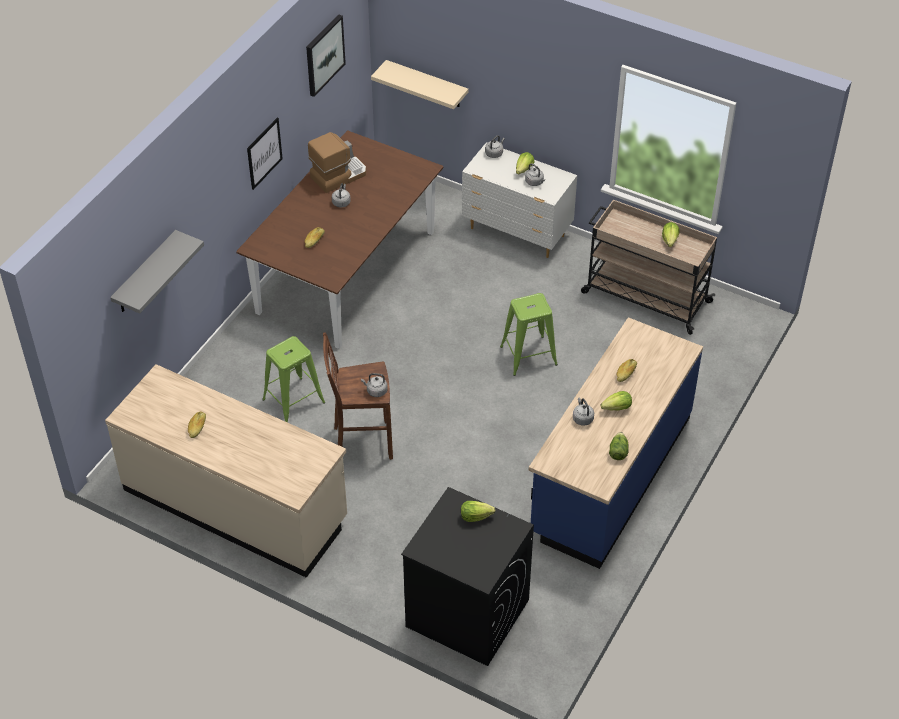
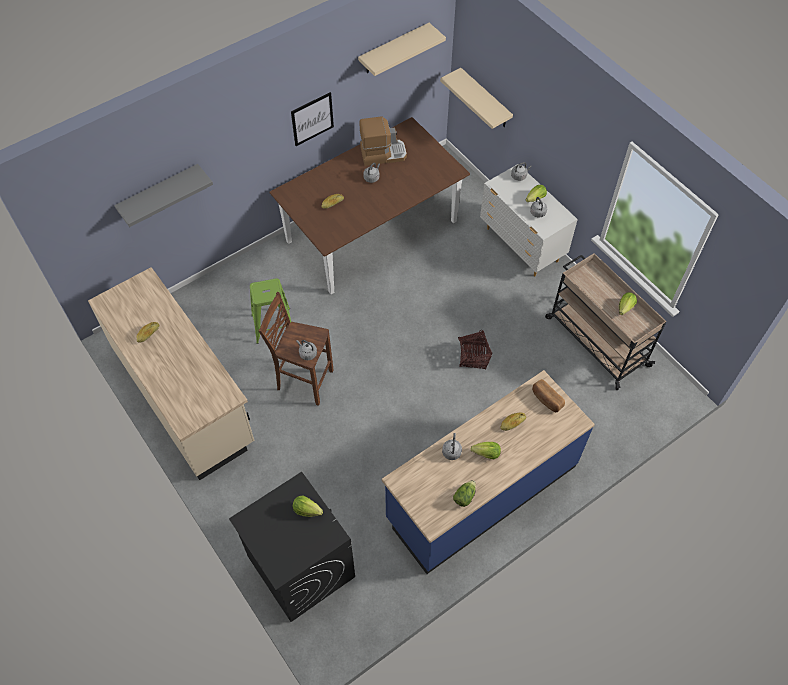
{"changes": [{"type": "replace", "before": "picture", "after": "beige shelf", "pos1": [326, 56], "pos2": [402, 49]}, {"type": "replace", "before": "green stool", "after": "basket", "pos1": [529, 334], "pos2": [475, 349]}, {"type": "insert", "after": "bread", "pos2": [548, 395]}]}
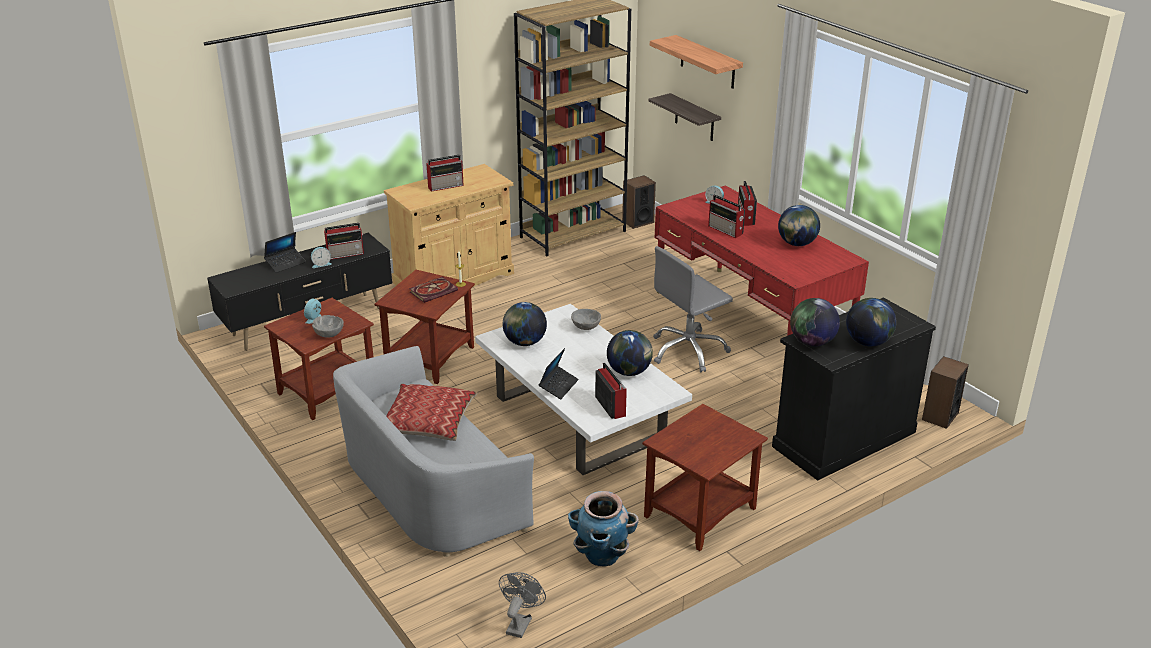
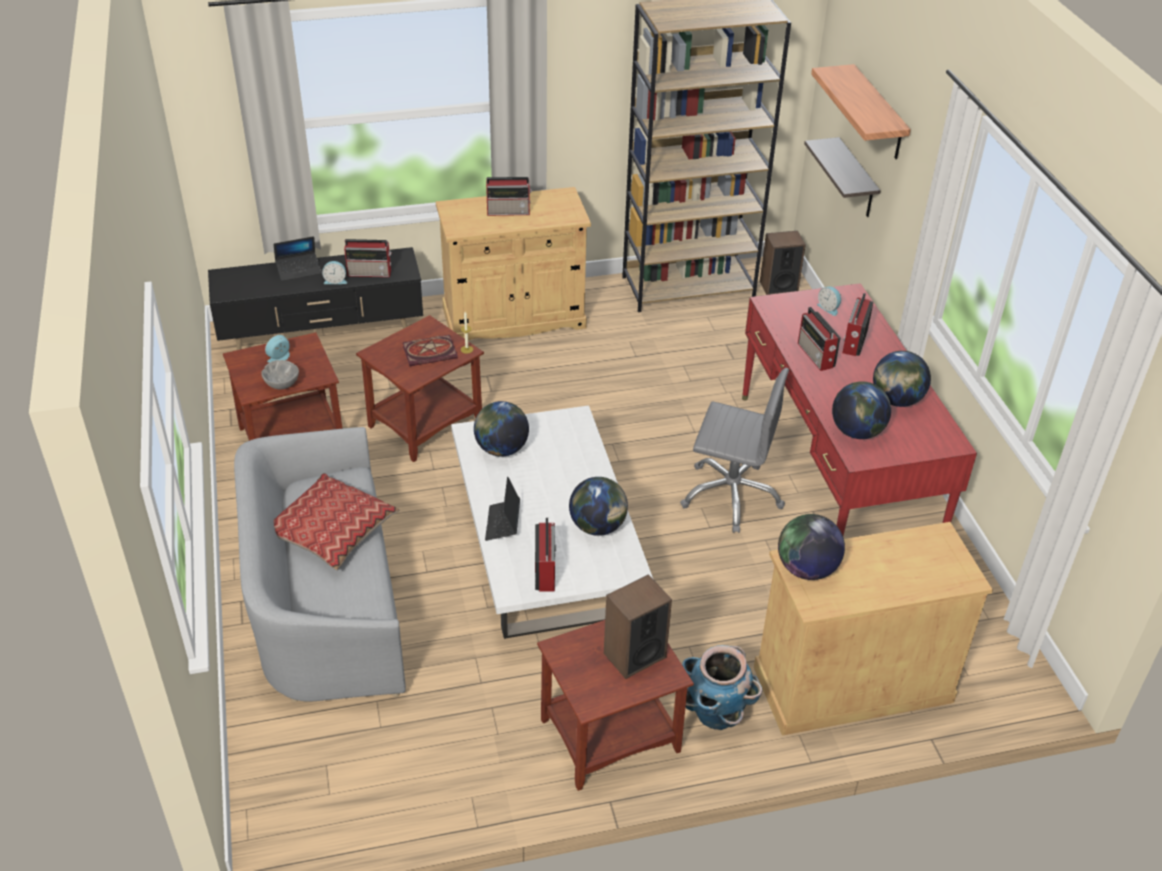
{"changes": [{"type": "rotate", "before": "laptop", "pos1": [559, 373], "pos2": [502, 509], "turn": 135}, {"type": "move", "before": "speaker", "pos1": [945, 392], "pos2": [638, 626]}, {"type": "rotate", "before": "grey office chair", "pos1": [693, 309], "pos2": [734, 450], "turn": -150}, {"type": "move", "before": "planter", "pos1": [603, 529], "pos2": [722, 687]}, {"type": "recolor", "before": "black cabinet", "after": "beige cabinet", "pos1": [854, 389], "pos2": [873, 629]}, {"type": "move", "before": "globe", "pos1": [871, 322], "pos2": [861, 410]}, {"type": "delete", "before": "grey fan", "pos1": [522, 605]}, {"type": "delete", "before": "grey bowl", "pos1": [586, 319]}]}
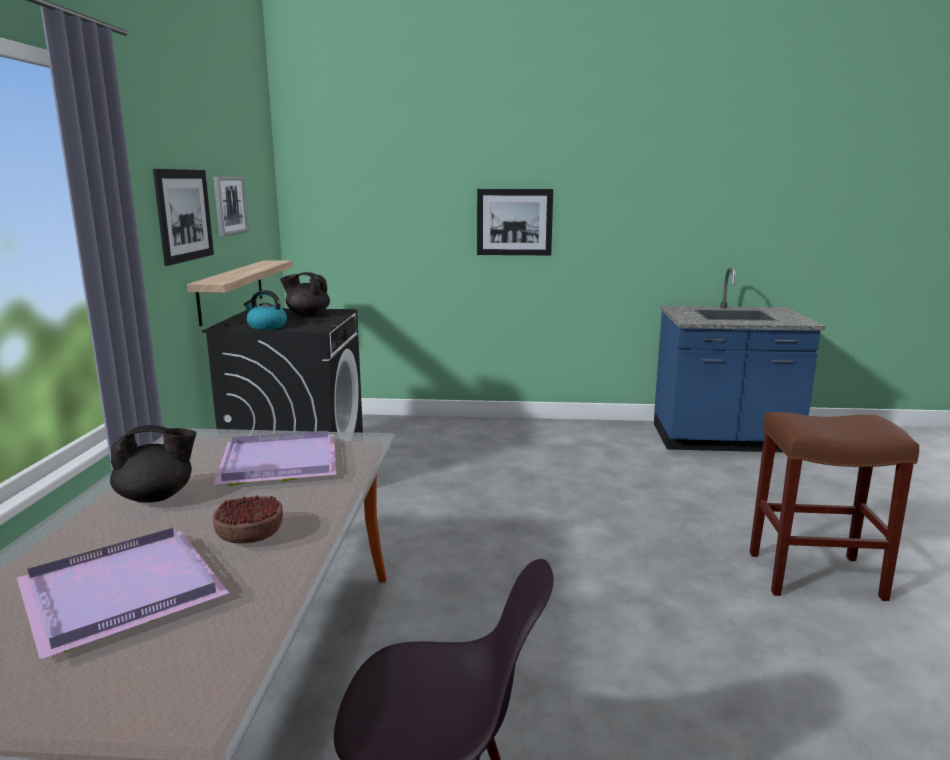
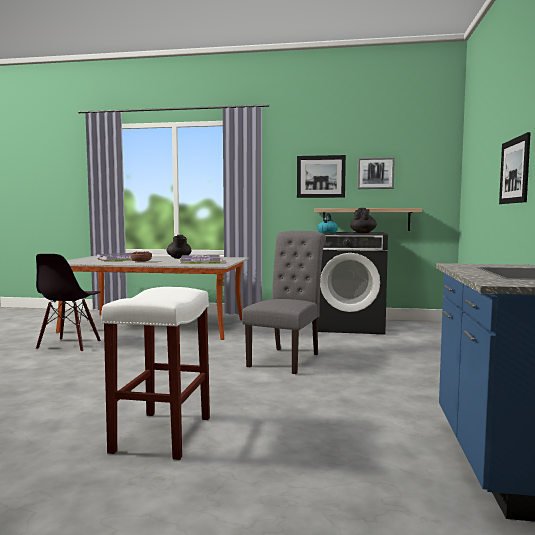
{"changes": [{"type": "recolor", "before": "brown stool", "after": "white stool", "pos1": [834, 506], "pos2": [156, 373]}, {"type": "insert", "after": "grey chair", "pos2": [284, 302]}]}
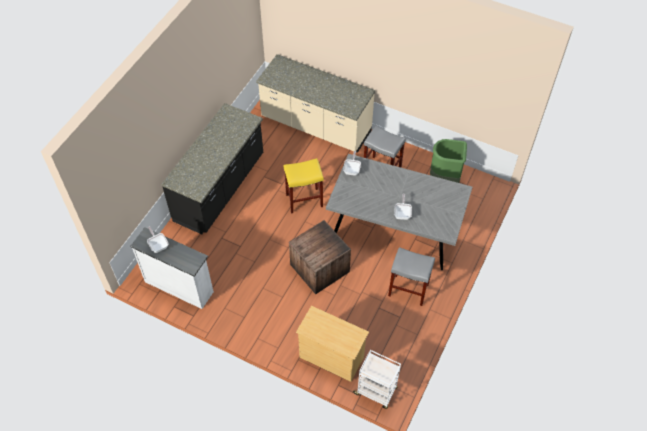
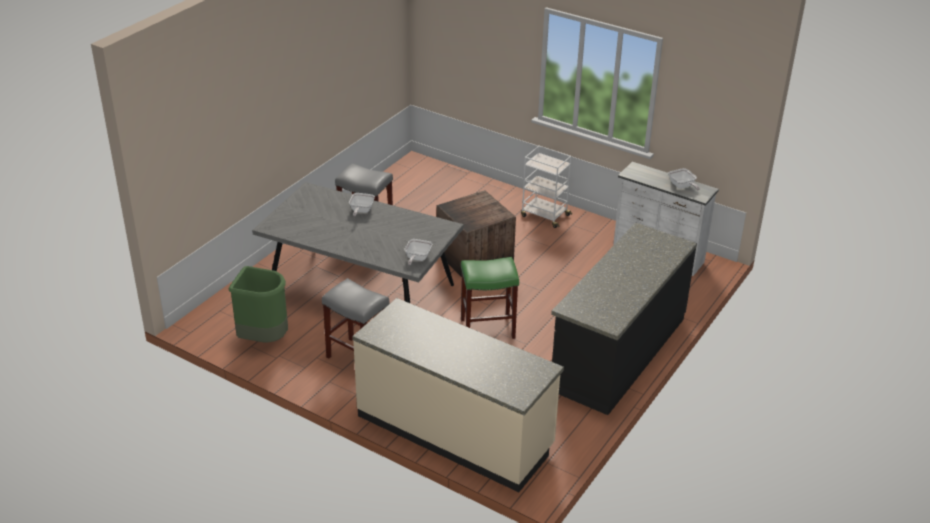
{"changes": [{"type": "recolor", "before": "yellow stool", "after": "green stool", "pos1": [303, 185], "pos2": [490, 298]}, {"type": "move", "before": "white cart", "pos1": [377, 379], "pos2": [546, 187]}, {"type": "delete", "before": "beige dresser", "pos1": [332, 344]}]}
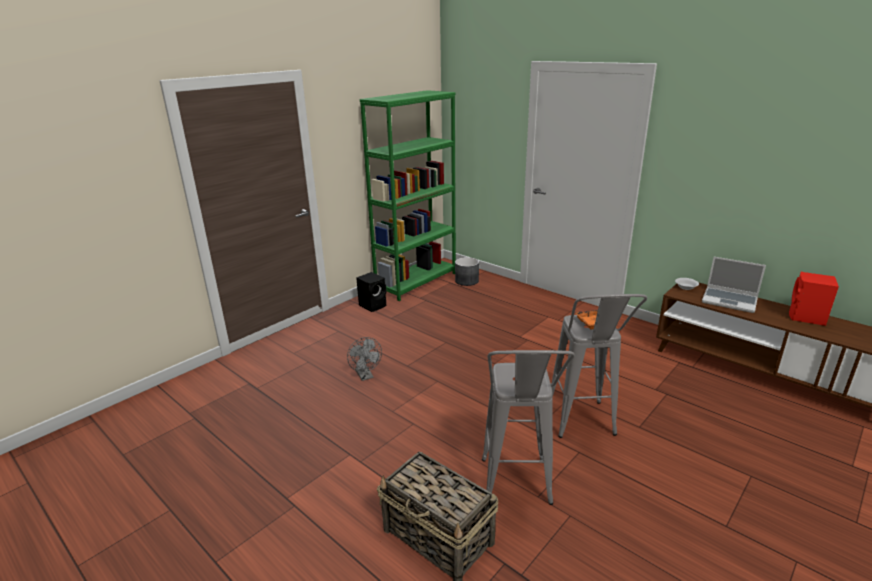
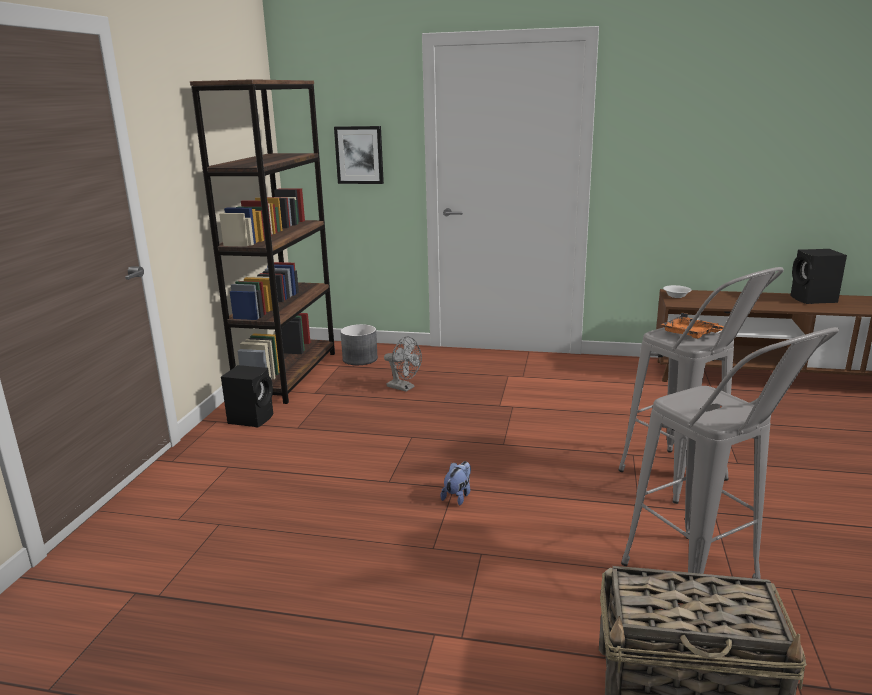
{"changes": [{"type": "recolor", "before": "green bookcase", "after": "brown bookcase", "pos1": [408, 195], "pos2": [262, 241]}, {"type": "insert", "after": "picture", "pos2": [359, 155]}, {"type": "move", "before": "grey fan", "pos1": [364, 359], "pos2": [403, 364]}, {"type": "insert", "after": "plush toy", "pos2": [456, 483]}, {"type": "recolor", "before": "red speaker", "after": "black speaker", "pos1": [814, 299], "pos2": [818, 276]}, {"type": "delete", "before": "laptop", "pos1": [734, 285]}]}
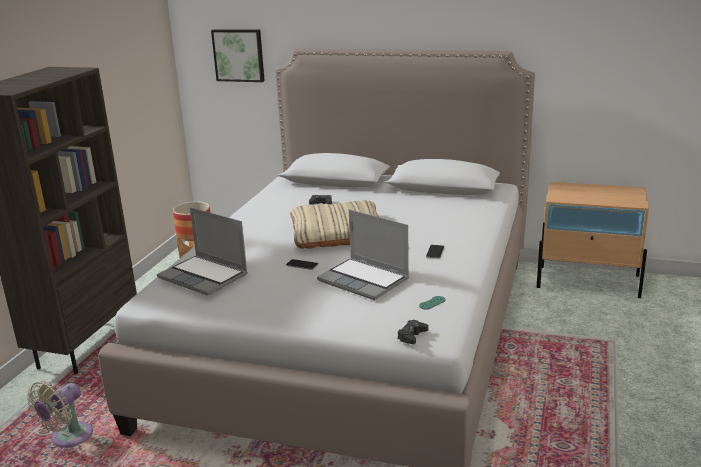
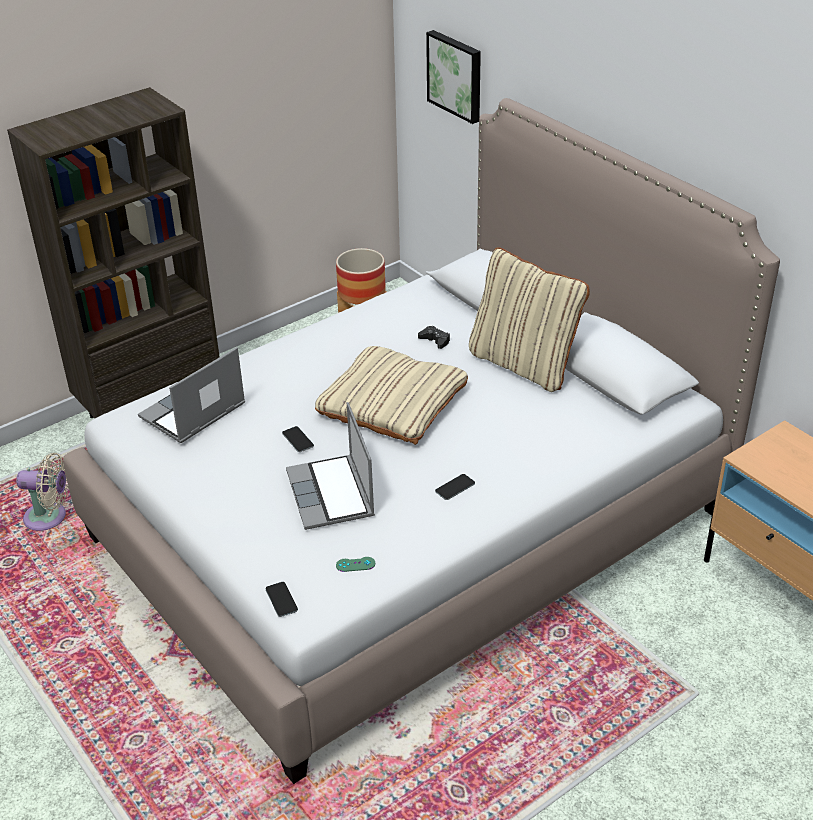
{"changes": [{"type": "rotate", "before": "beige fan", "pos1": [60, 414], "pos2": [42, 492], "turn": -150}, {"type": "rotate", "before": "laptop", "pos1": [202, 252], "pos2": [191, 395], "turn": 60}, {"type": "replace", "before": "black game controller", "after": "phone", "pos1": [413, 332], "pos2": [282, 599]}, {"type": "insert", "after": "beige pillow", "pos2": [529, 319]}]}
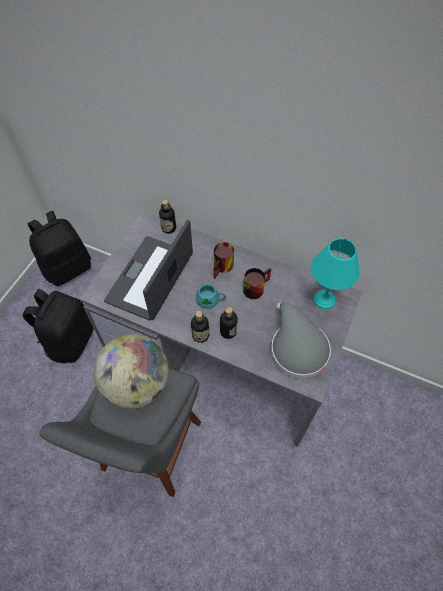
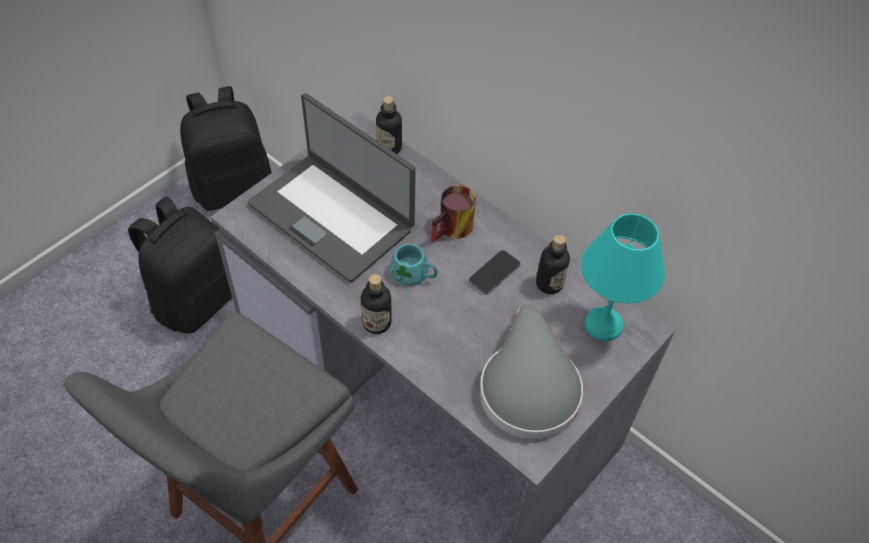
{"changes": [{"type": "rotate", "before": "laptop", "pos1": [148, 270], "pos2": [332, 188], "turn": -90}, {"type": "replace", "before": "mug", "after": "phone", "pos1": [257, 283], "pos2": [494, 272]}, {"type": "move", "before": "bottle", "pos1": [229, 323], "pos2": [553, 264]}, {"type": "delete", "before": "globe", "pos1": [131, 371]}]}
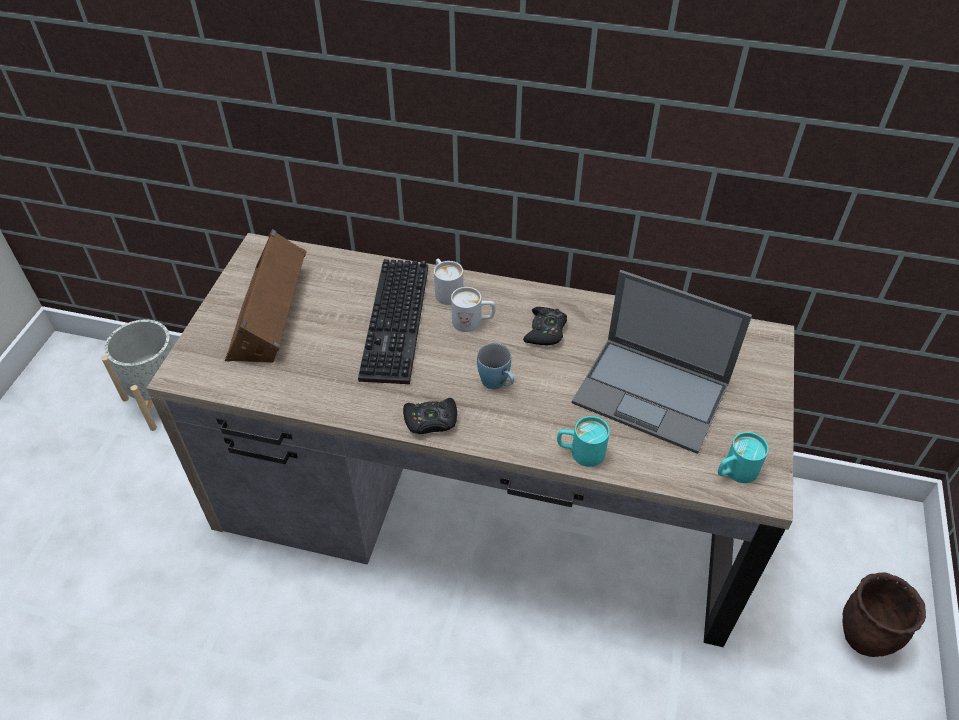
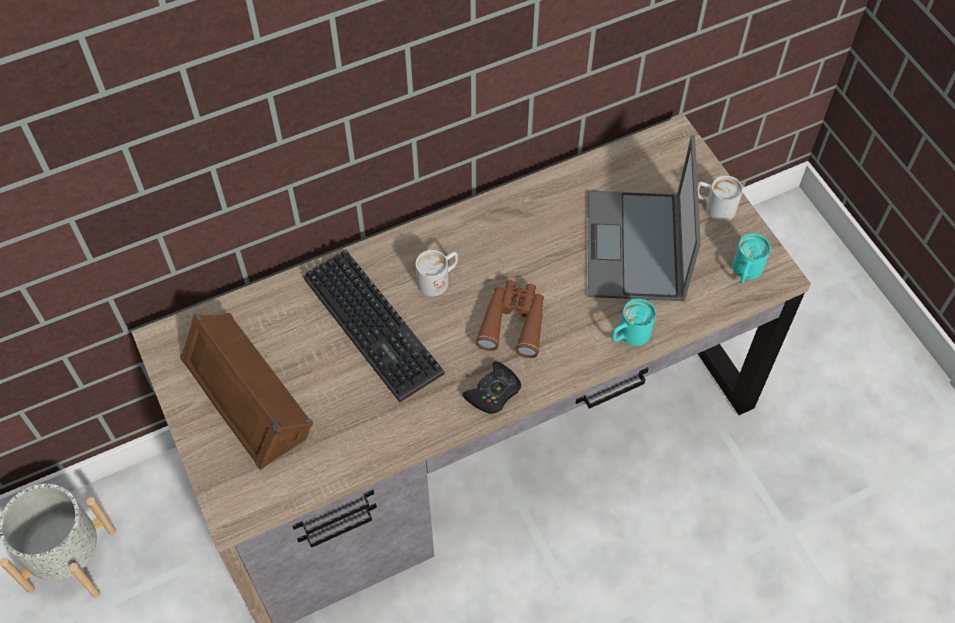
{"changes": [{"type": "replace", "before": "blue mug", "after": "brown binoculars", "pos1": [495, 366], "pos2": [510, 319]}, {"type": "rotate", "before": "laptop", "pos1": [662, 362], "pos2": [644, 218], "turn": 105}, {"type": "move", "before": "white mug", "pos1": [448, 282], "pos2": [720, 198]}, {"type": "delete", "before": "black game controller", "pos1": [545, 326]}, {"type": "delete", "before": "brown planter", "pos1": [884, 615]}]}
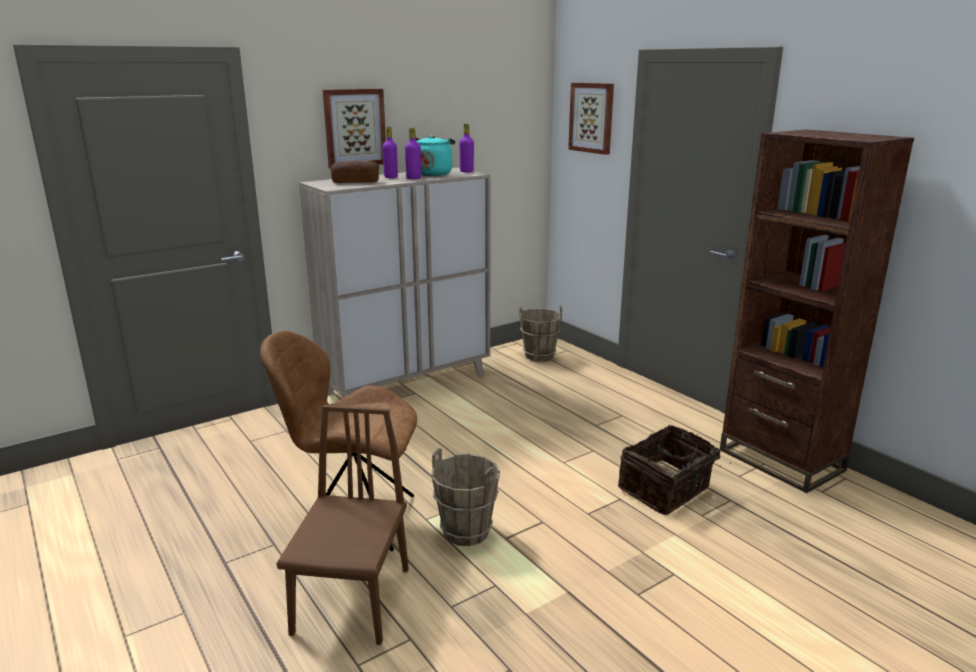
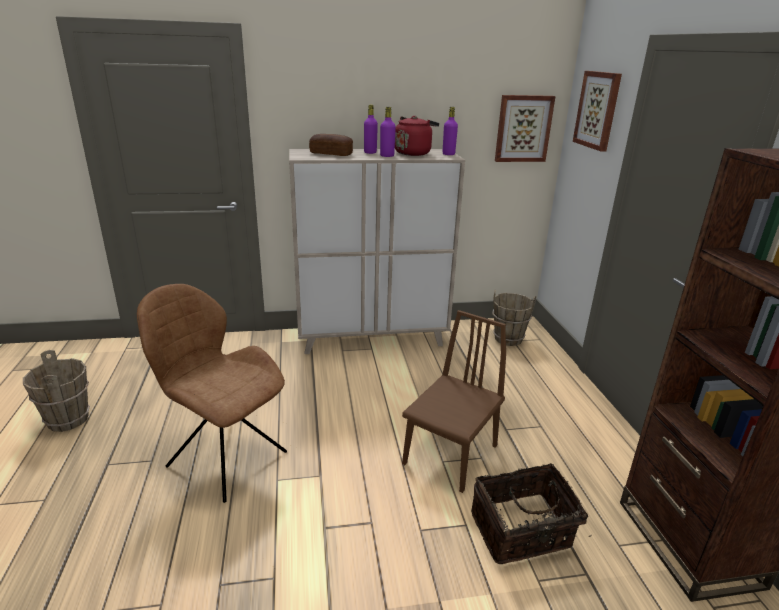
{"changes": [{"type": "move", "before": "brown bucket", "pos1": [466, 497], "pos2": [56, 391]}, {"type": "recolor", "before": "turquoise kettle", "after": "red kettle", "pos1": [435, 155], "pos2": [417, 136]}, {"type": "move", "before": "brown chair", "pos1": [343, 525], "pos2": [454, 401]}, {"type": "move", "before": "picture", "pos1": [354, 128], "pos2": [525, 128]}]}
